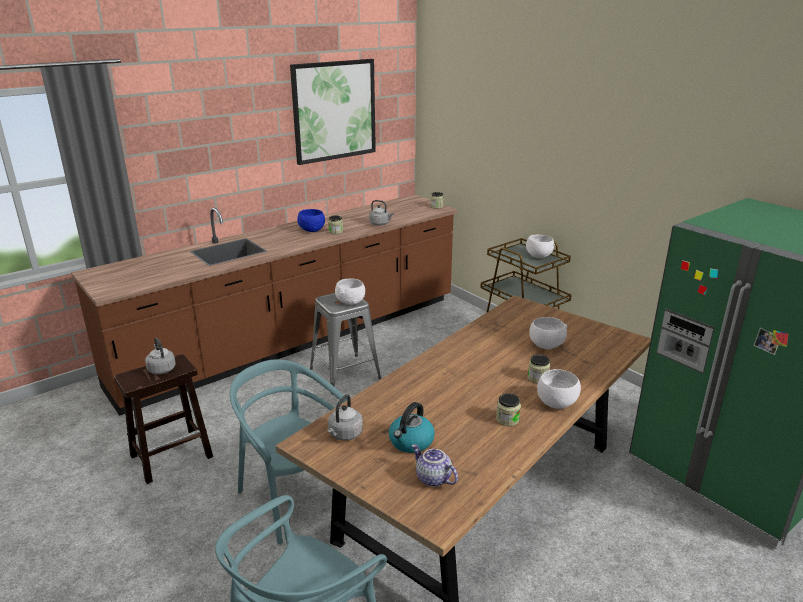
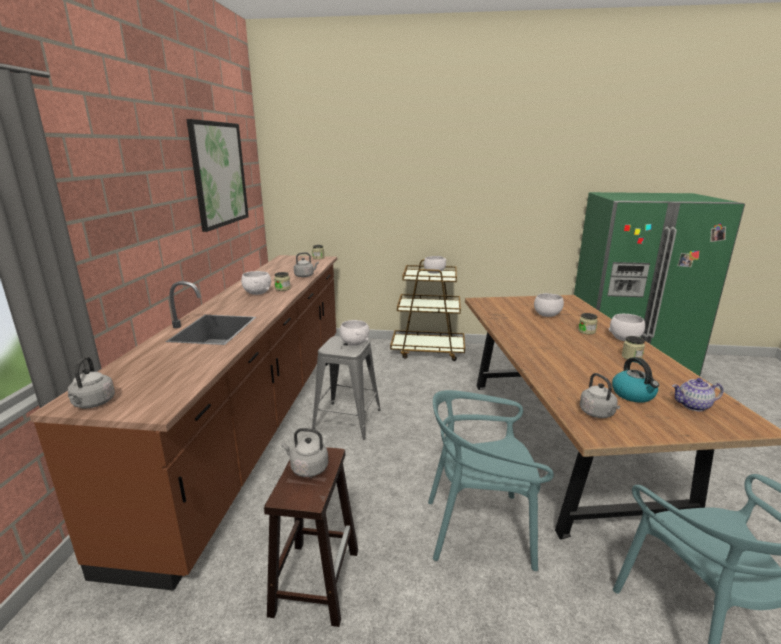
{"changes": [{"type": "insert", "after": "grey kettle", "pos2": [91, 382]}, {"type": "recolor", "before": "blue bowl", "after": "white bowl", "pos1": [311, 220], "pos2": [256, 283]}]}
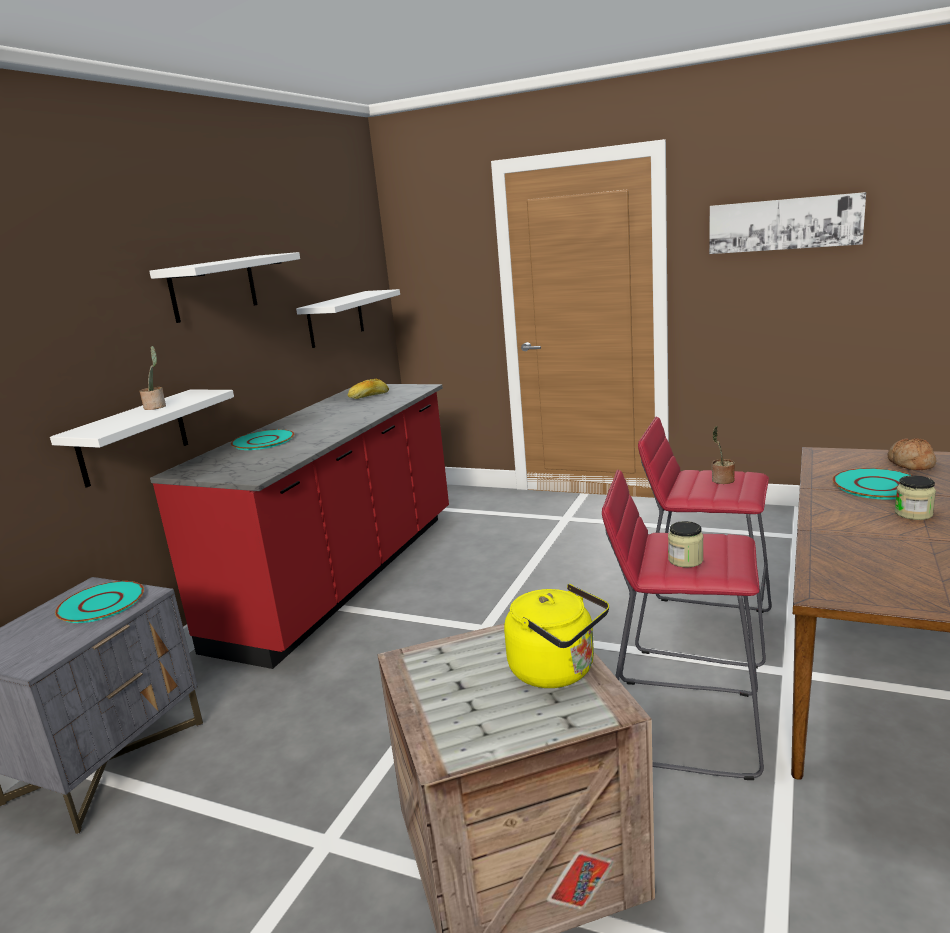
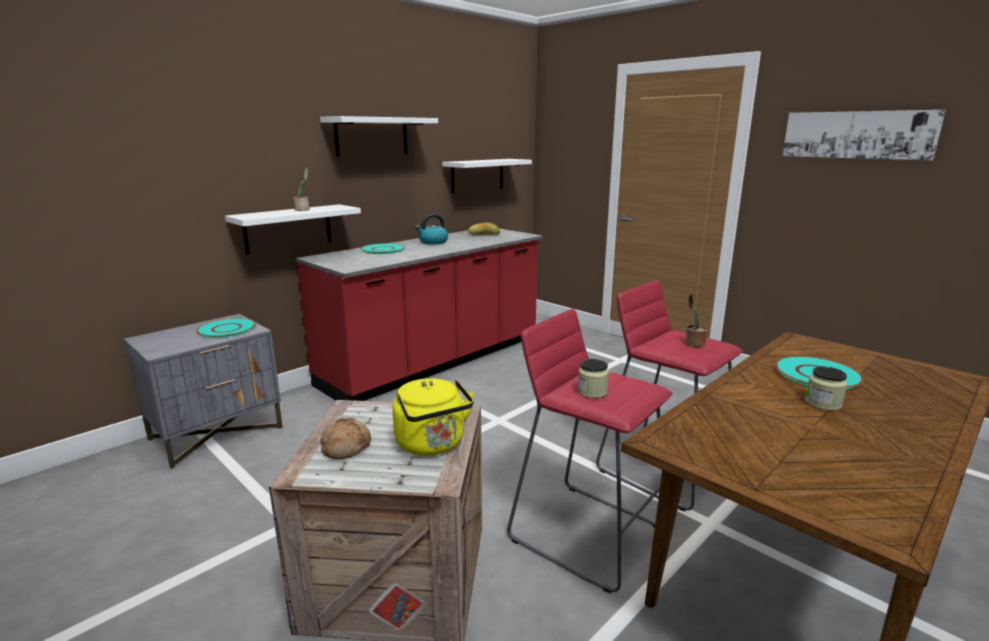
{"changes": [{"type": "move", "before": "bread", "pos1": [912, 454], "pos2": [345, 438]}, {"type": "insert", "after": "kettle", "pos2": [431, 229]}]}
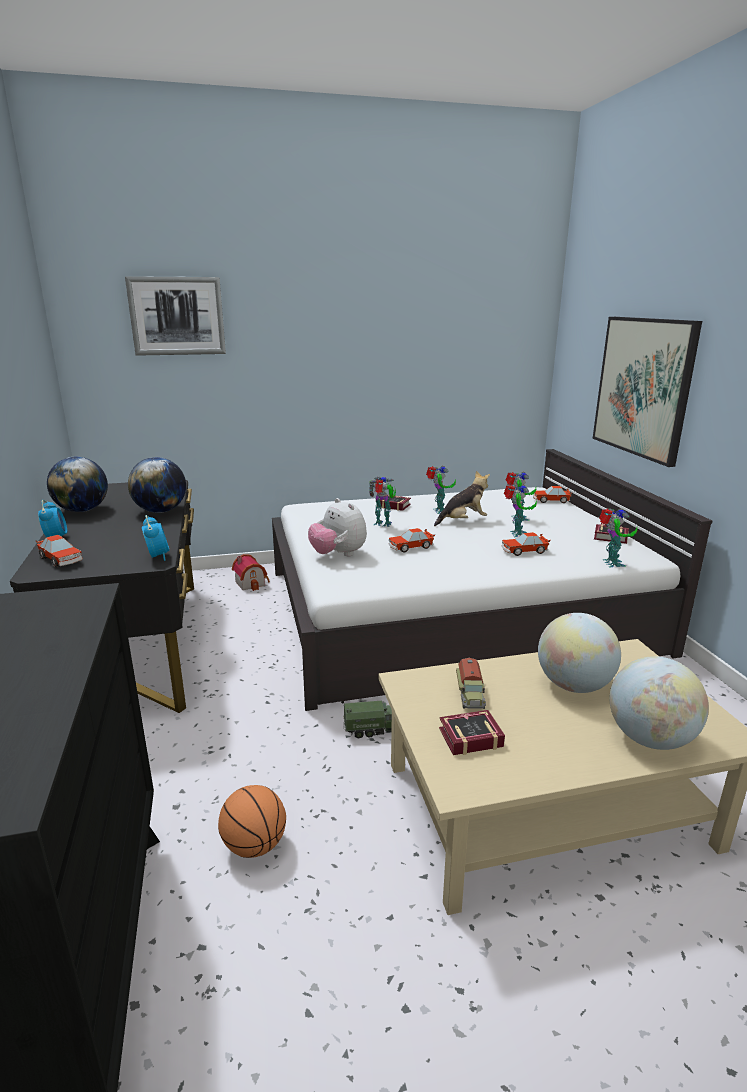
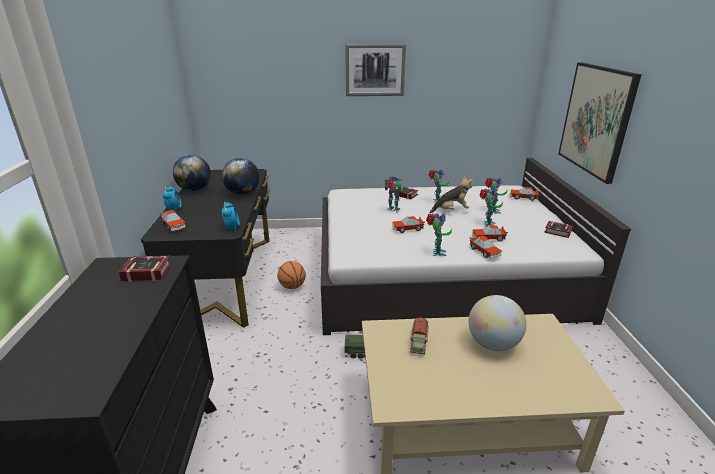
{"changes": [{"type": "move", "before": "book", "pos1": [472, 732], "pos2": [145, 269]}, {"type": "move", "before": "basketball", "pos1": [252, 821], "pos2": [291, 275]}, {"type": "move", "before": "picture", "pos1": [175, 316], "pos2": [375, 70]}, {"type": "move", "before": "toy robot", "pos1": [618, 537], "pos2": [439, 234]}, {"type": "insert", "after": "toy car", "pos2": [486, 246]}, {"type": "delete", "before": "toy house", "pos1": [251, 572]}, {"type": "delete", "before": "plush toy", "pos1": [337, 527]}, {"type": "delete", "before": "globe", "pos1": [659, 703]}]}
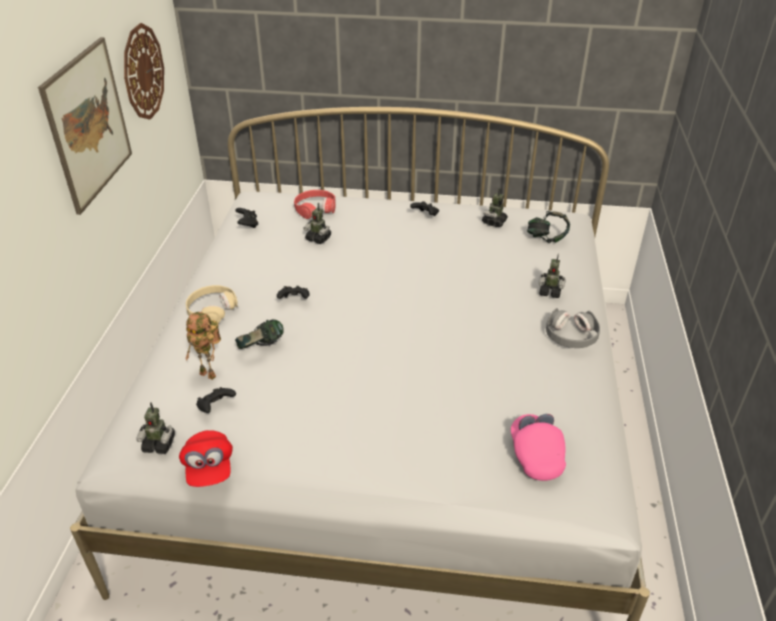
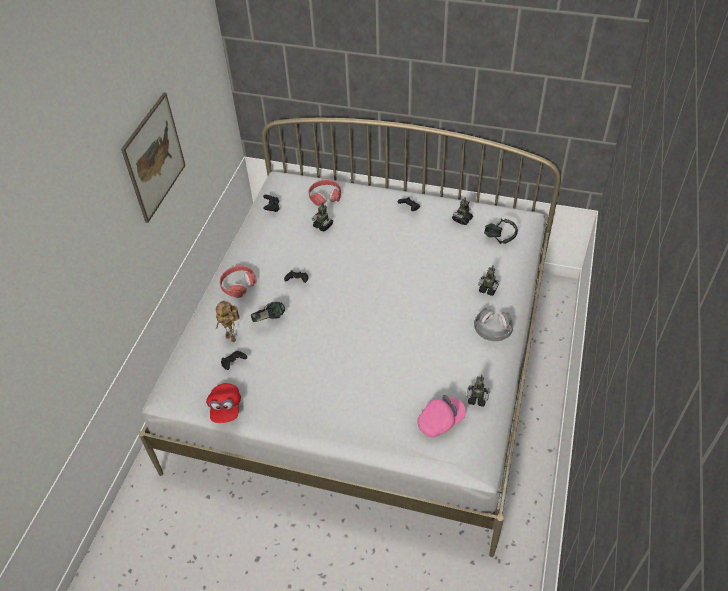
{"changes": [{"type": "recolor", "before": "beige headphones", "after": "red headphones", "pos1": [212, 304], "pos2": [238, 282]}, {"type": "rotate", "before": "pink cap", "pos1": [538, 447], "pos2": [442, 416], "turn": 60}, {"type": "move", "before": "toy robot", "pos1": [155, 428], "pos2": [478, 391]}, {"type": "delete", "before": "wall clock", "pos1": [144, 71]}]}
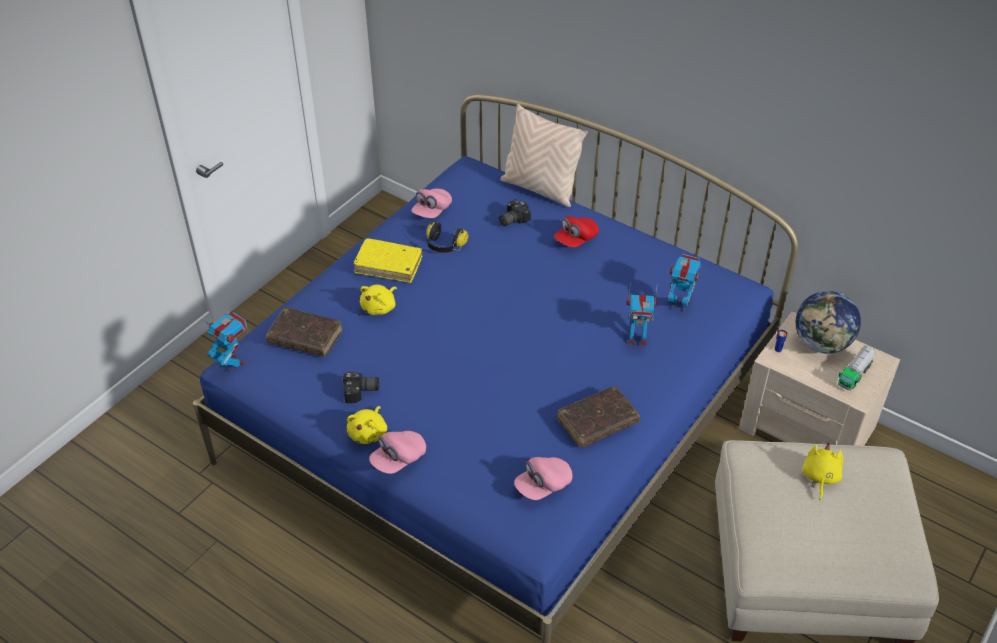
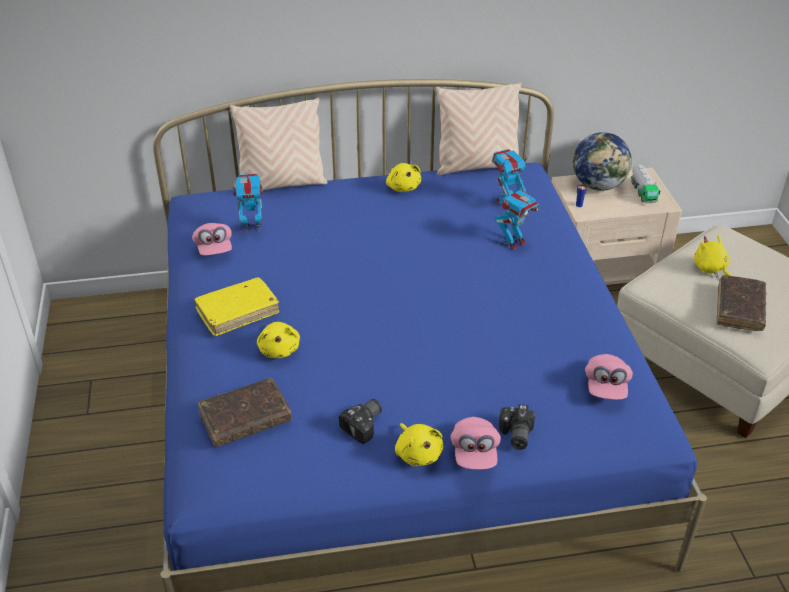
{"changes": [{"type": "move", "before": "toy robot", "pos1": [224, 342], "pos2": [247, 203]}, {"type": "insert", "after": "yellow plush toy", "pos2": [403, 177]}, {"type": "insert", "after": "beige pillow", "pos2": [479, 128]}, {"type": "move", "before": "photo camera", "pos1": [515, 212], "pos2": [517, 427]}, {"type": "move", "before": "brown book", "pos1": [599, 417], "pos2": [741, 303]}, {"type": "delete", "before": "headphones", "pos1": [447, 237]}, {"type": "delete", "before": "red cap", "pos1": [576, 231]}]}
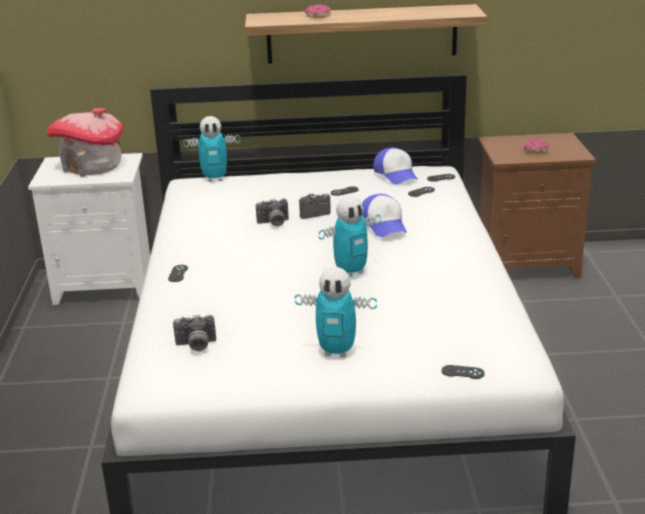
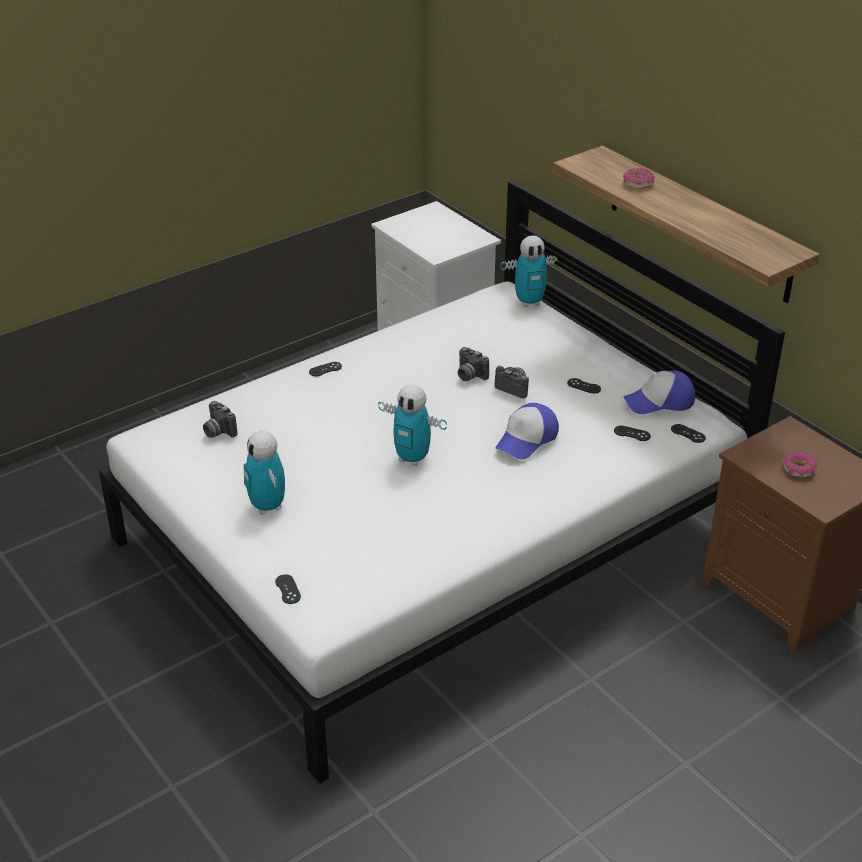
{"changes": [{"type": "rotate", "before": "toy robot", "pos1": [211, 149], "pos2": [528, 271], "turn": -60}, {"type": "rotate", "before": "cap", "pos1": [395, 166], "pos2": [659, 392], "turn": 45}, {"type": "delete", "before": "toy house", "pos1": [85, 142]}]}
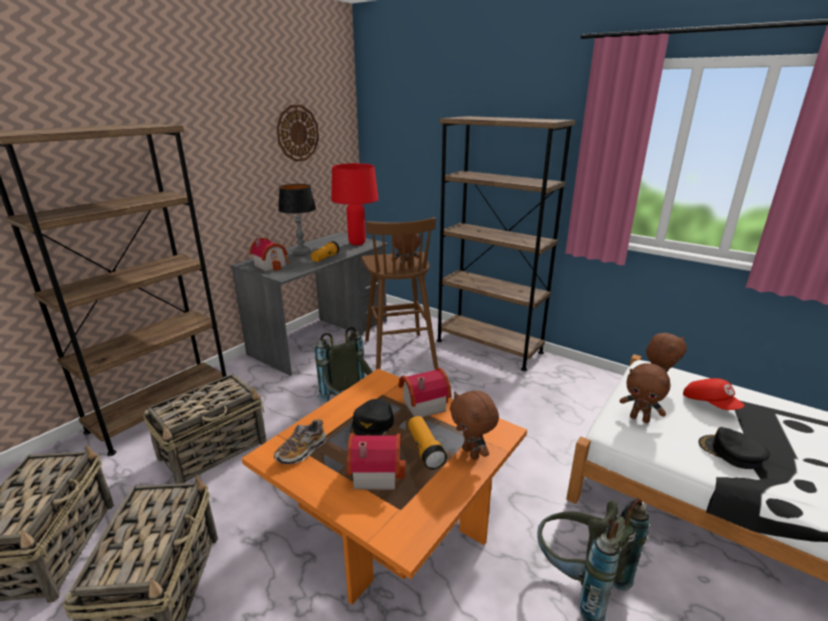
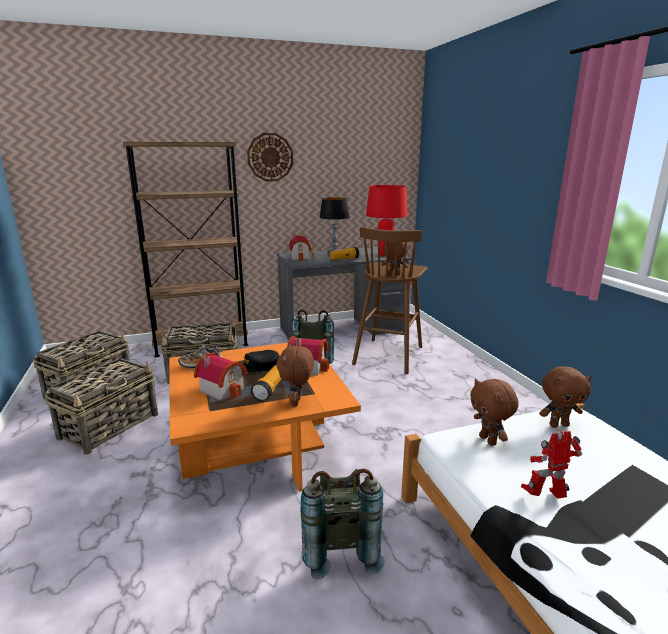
{"changes": [{"type": "move", "before": "wall clock", "pos1": [297, 133], "pos2": [270, 157]}, {"type": "replace", "before": "black cap", "after": "toy robot", "pos1": [734, 448], "pos2": [551, 464]}, {"type": "delete", "before": "brown bookcase", "pos1": [506, 243]}, {"type": "delete", "before": "red cap", "pos1": [714, 394]}]}
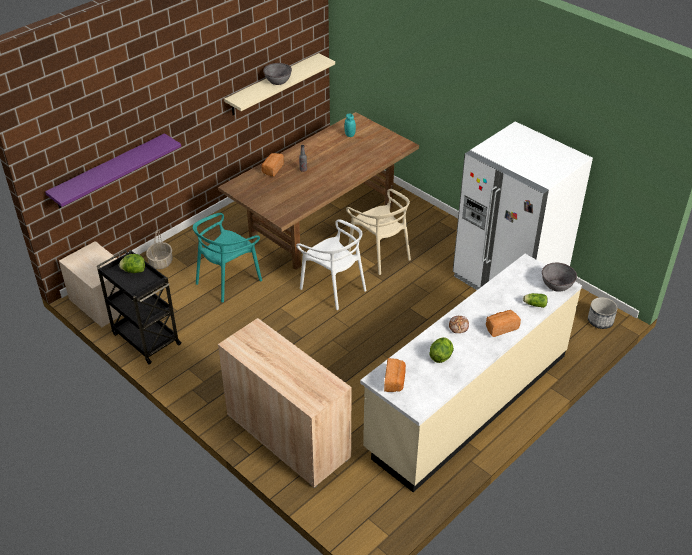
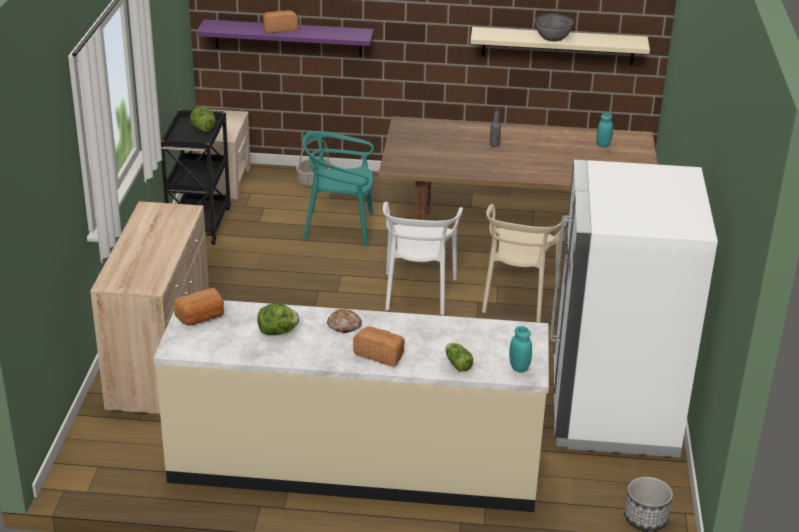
{"changes": [{"type": "move", "before": "bread", "pos1": [272, 165], "pos2": [280, 21]}, {"type": "replace", "before": "grey bowl", "after": "turquoise jar", "pos1": [559, 277], "pos2": [520, 349]}]}
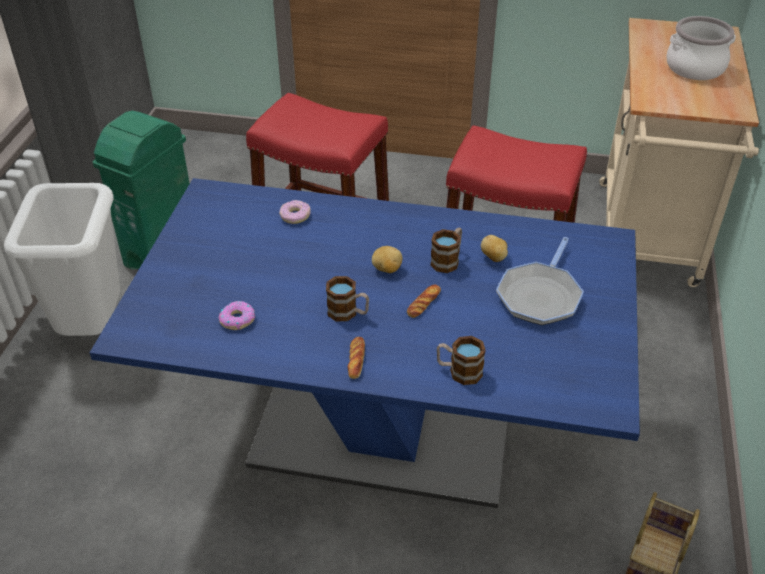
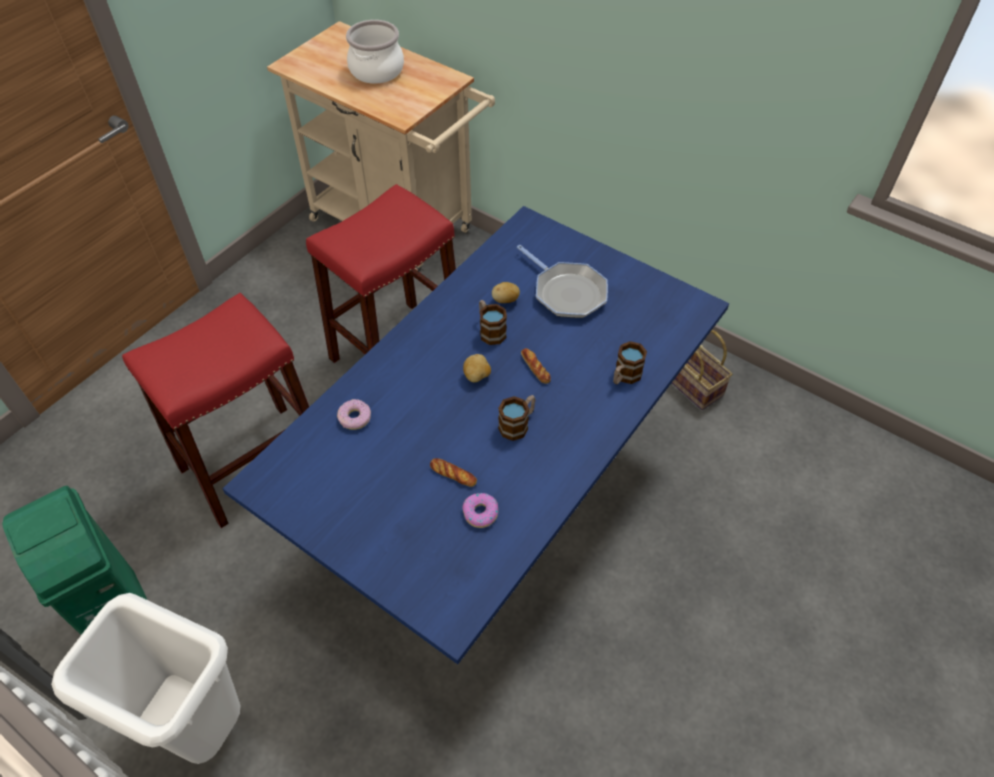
{"changes": [{"type": "move", "before": "bread", "pos1": [356, 358], "pos2": [453, 472]}]}
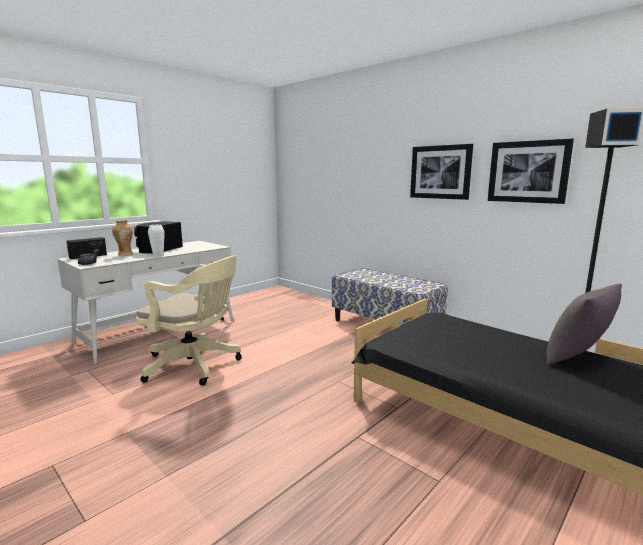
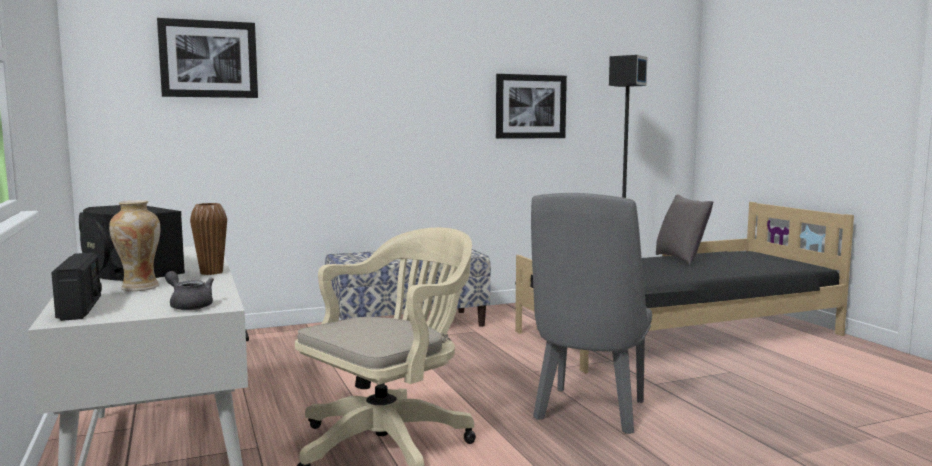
{"changes": [{"type": "move", "before": "picture", "pos1": [441, 172], "pos2": [207, 58]}, {"type": "recolor", "before": "white vase", "after": "brown vase", "pos1": [156, 241], "pos2": [208, 239]}, {"type": "insert", "after": "grey chair", "pos2": [591, 313]}]}
